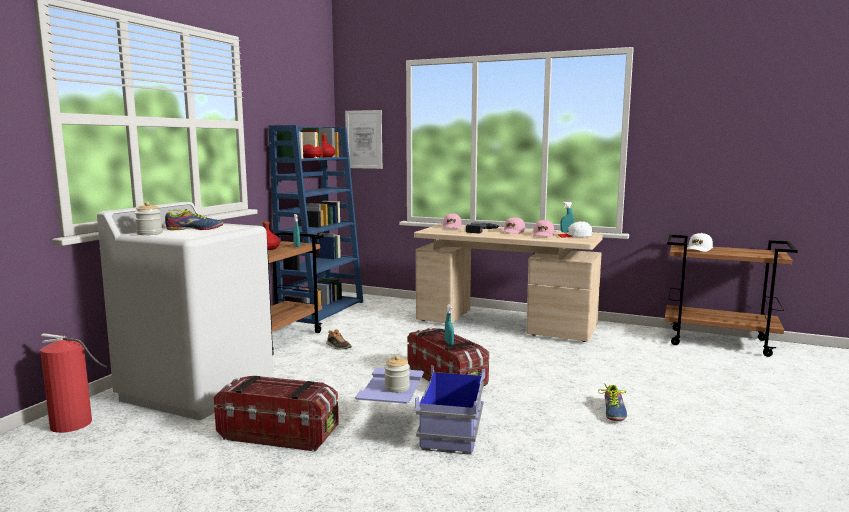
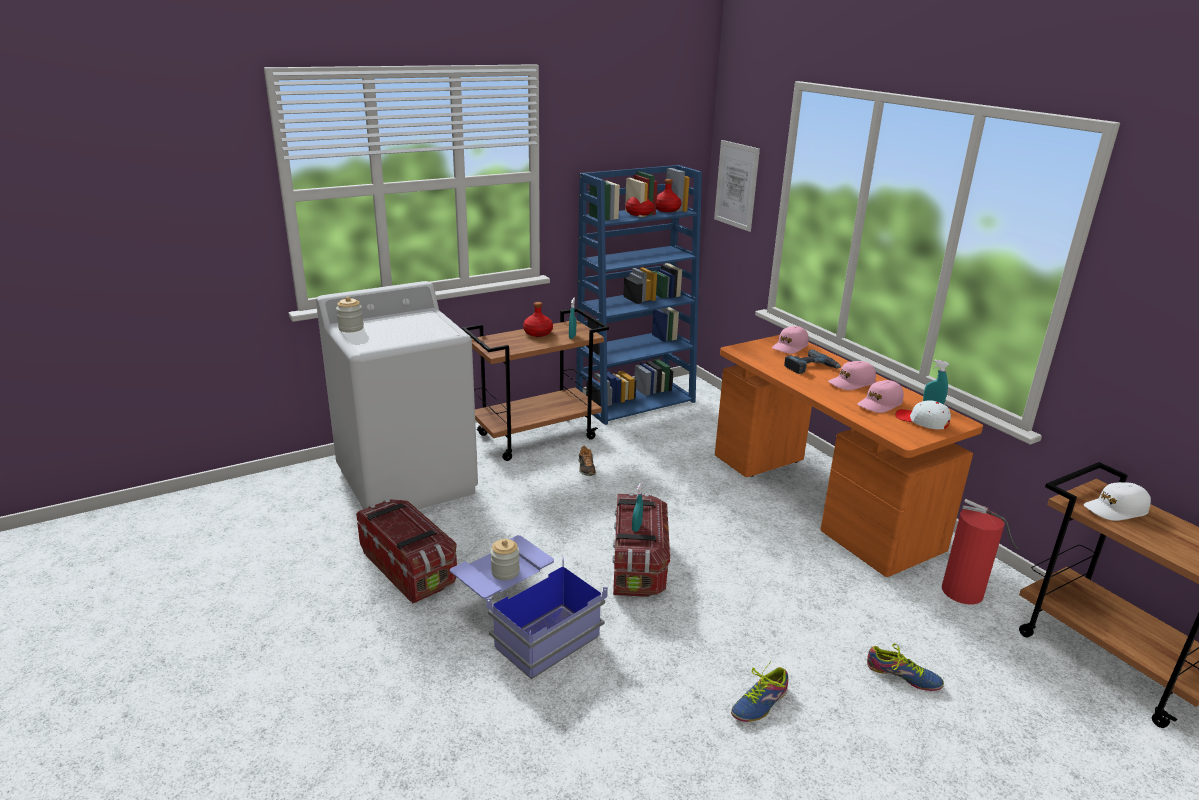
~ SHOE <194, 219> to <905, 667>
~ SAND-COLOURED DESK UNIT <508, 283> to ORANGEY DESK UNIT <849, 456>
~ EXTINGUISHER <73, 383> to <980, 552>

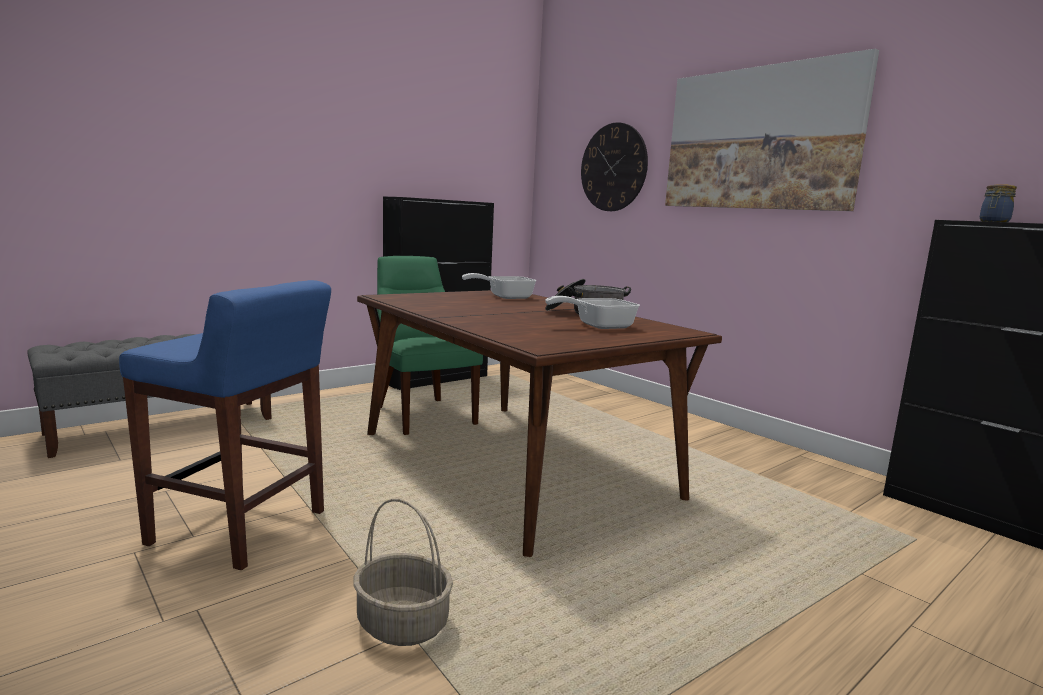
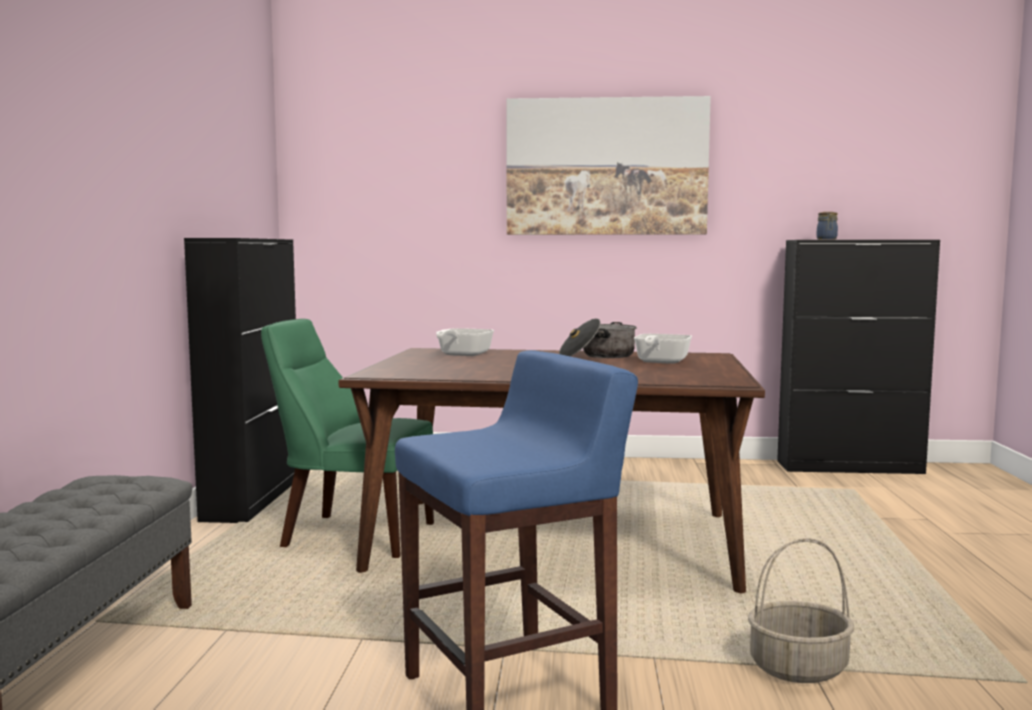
- WALL CLOCK <614, 166>

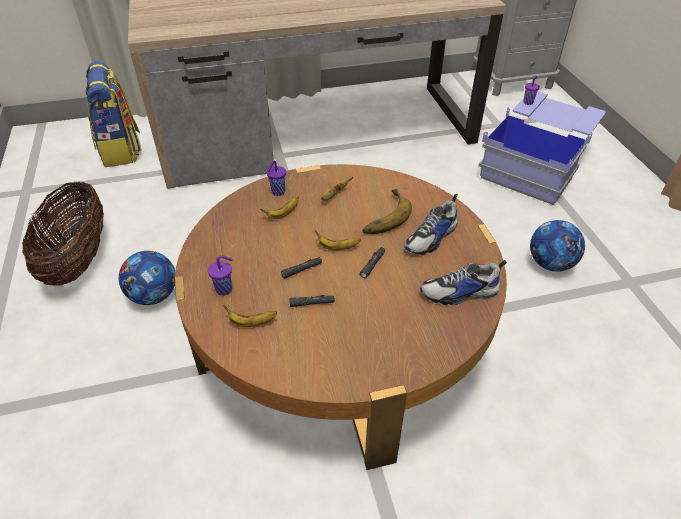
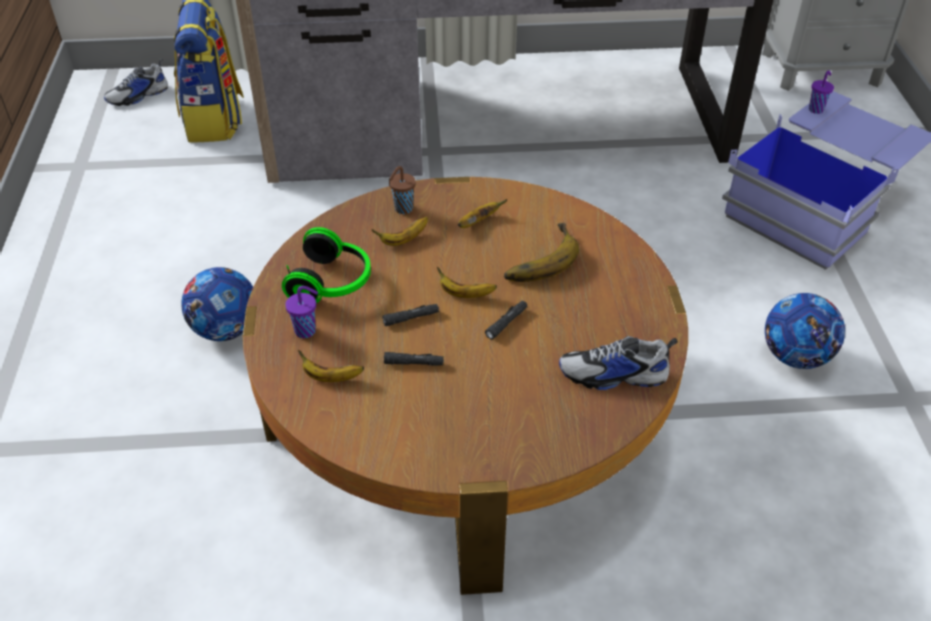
~ PURPLE SMALL CUP <276, 178> to BROWN-COLOURED SMALL CUP <402, 190>
- HOUSEHOLD BASKET <63, 233>
~ SHOE <431, 224> to <136, 82>
+ HEADPHONES <326, 265>

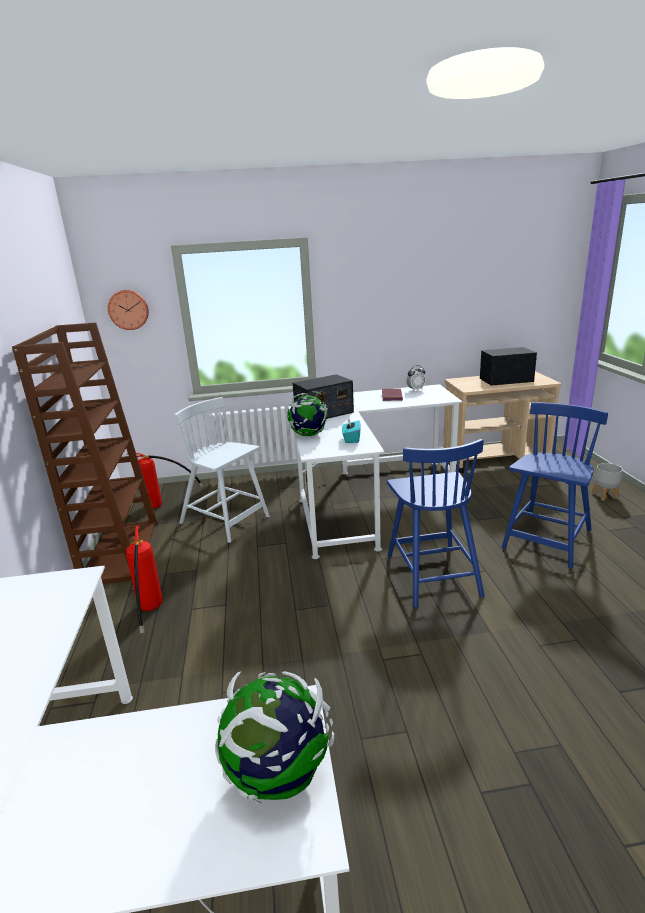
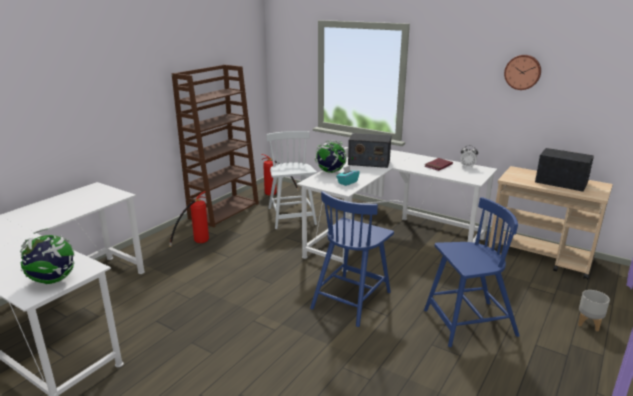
~ WALL CLOCK <128, 310> to <522, 72>

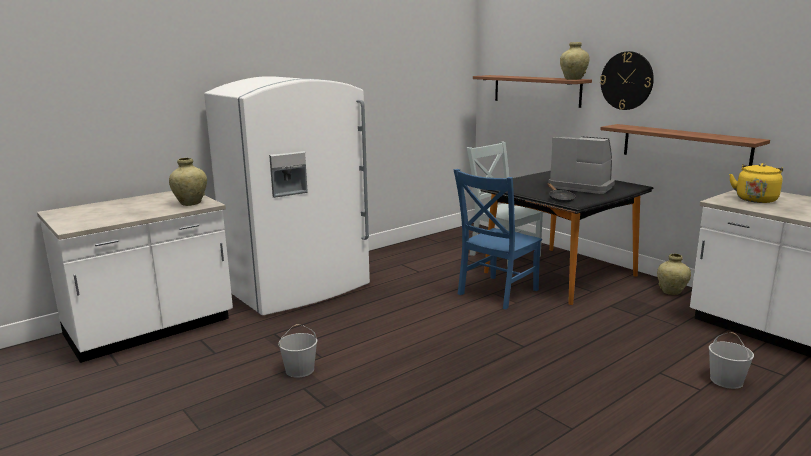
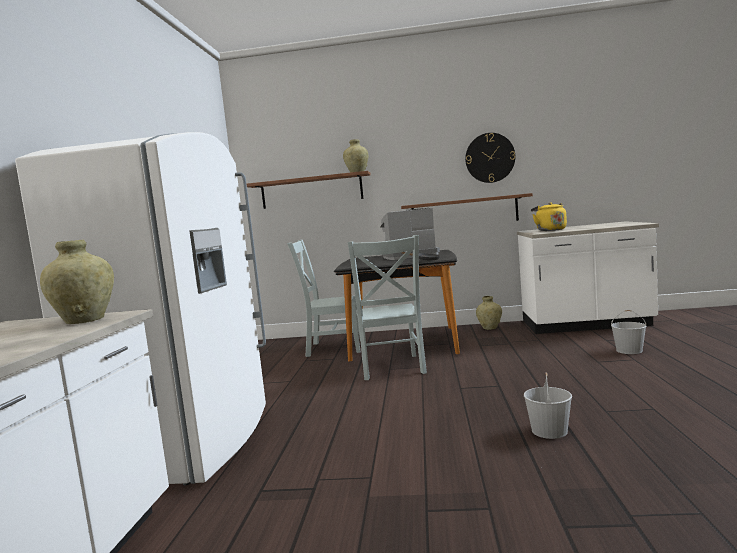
~ WALL CLOCK <627, 80> to <490, 158>
~ BLUE PLAIN CHAIR <497, 239> to GREYISH PLAIN CHAIR <387, 307>
~ WHITE-COLOURED PAIL <297, 351> to <548, 406>

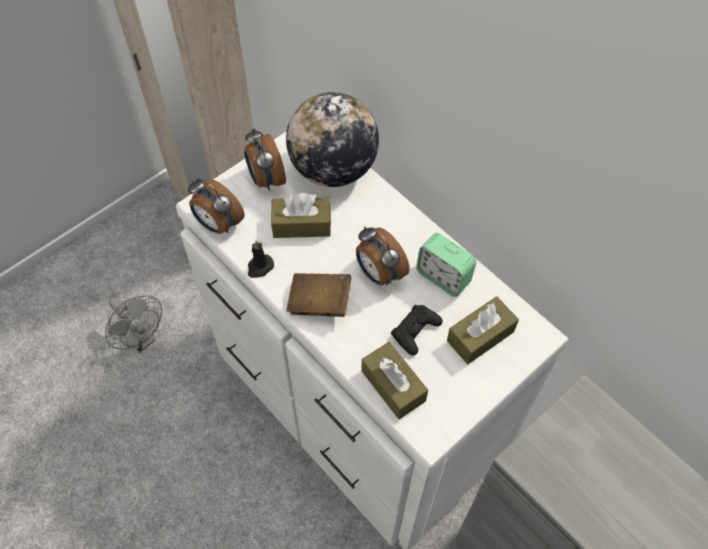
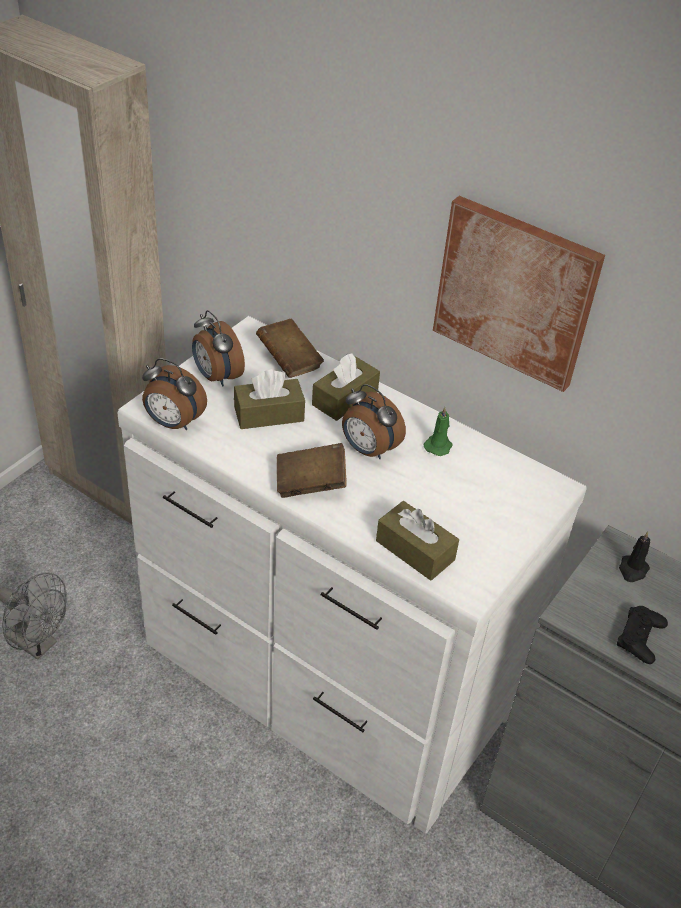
~ DESK GLOBE <332, 139> to BROWN-COLOURED BOUND BOOK <290, 348>
~ TABLE CLOCK <446, 265> to GREEN-COLOURED WAX LIGHT <438, 431>
~ BLACK-COLOURED WAX LIGHT <261, 259> to <634, 557>
~ BROWN-COLOURED BOX OF TISSUES <483, 330> to <346, 387>
~ BLACK-COLOURED GAMEPAD <417, 330> to <642, 635>
+ WALL ART <519, 294>

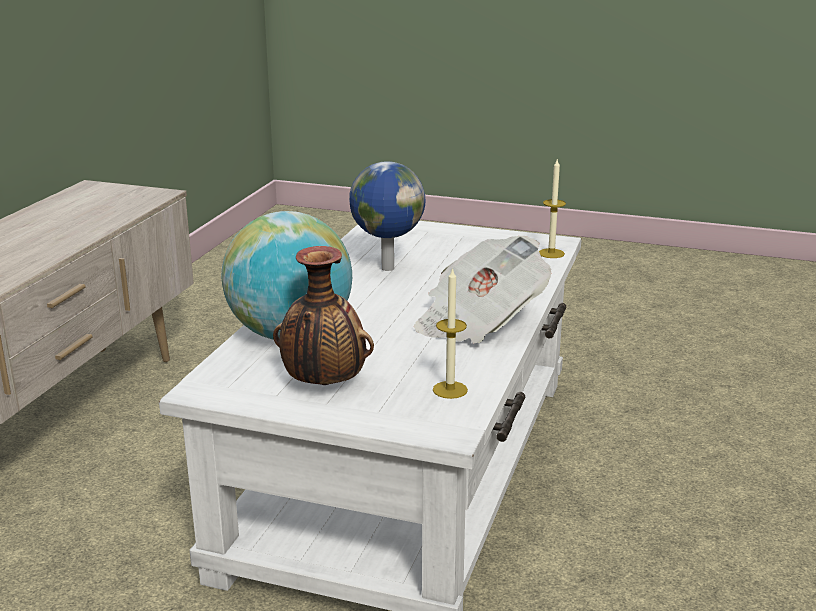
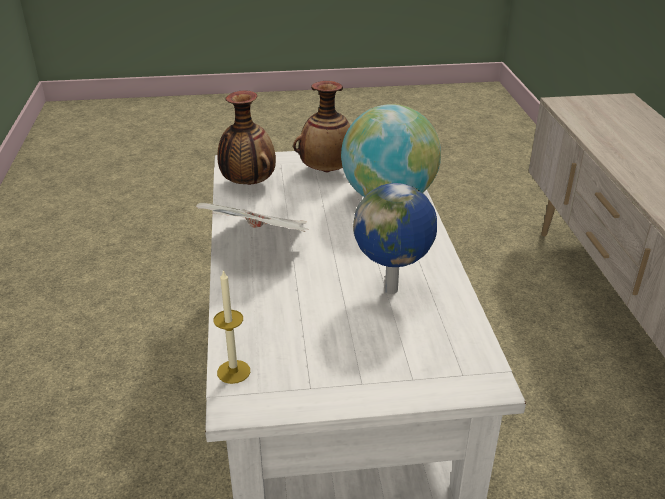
~ WAX LIGHT <450, 333> to VASE <247, 138>

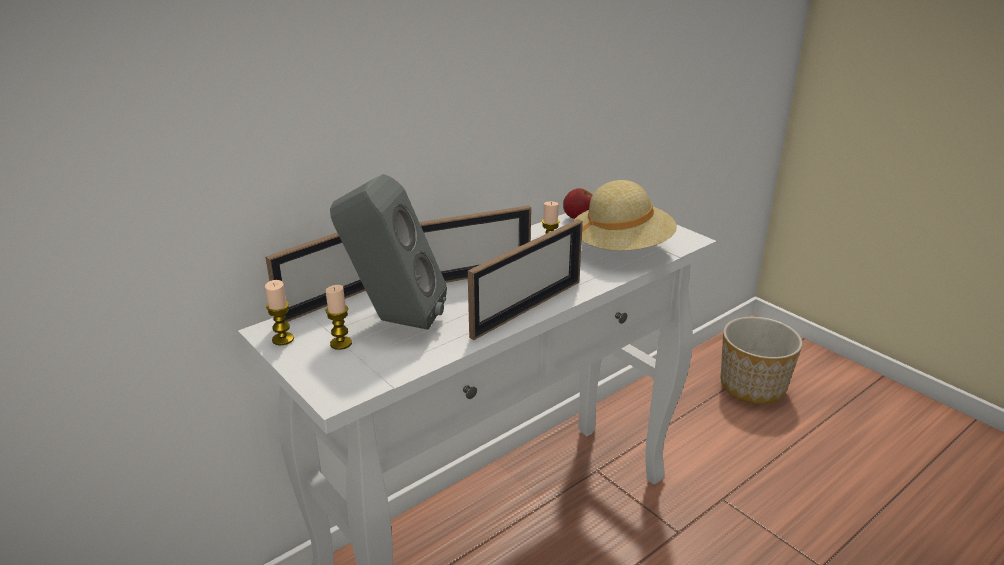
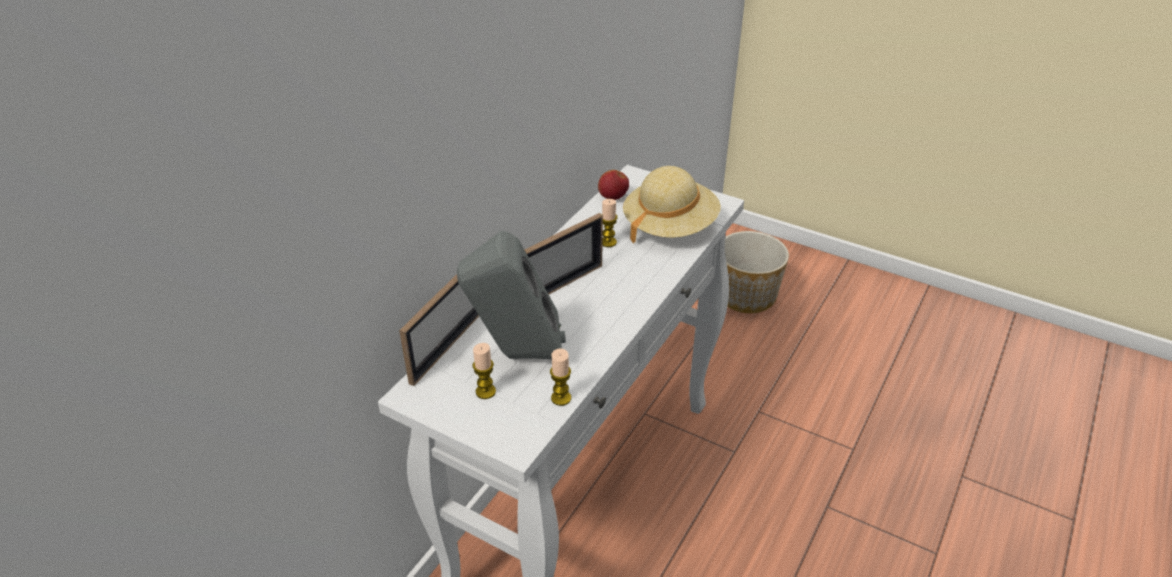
- STANDING FRAME <525, 279>
~ WAX LIGHT <279, 312> to <560, 377>

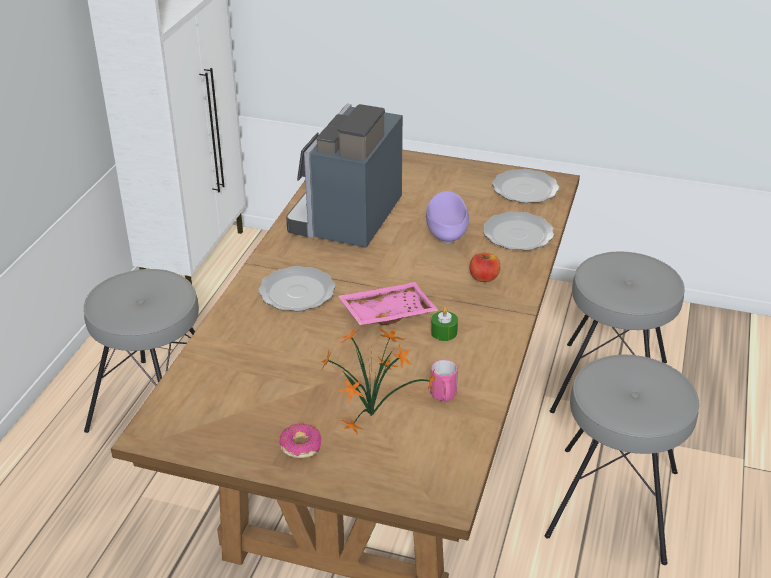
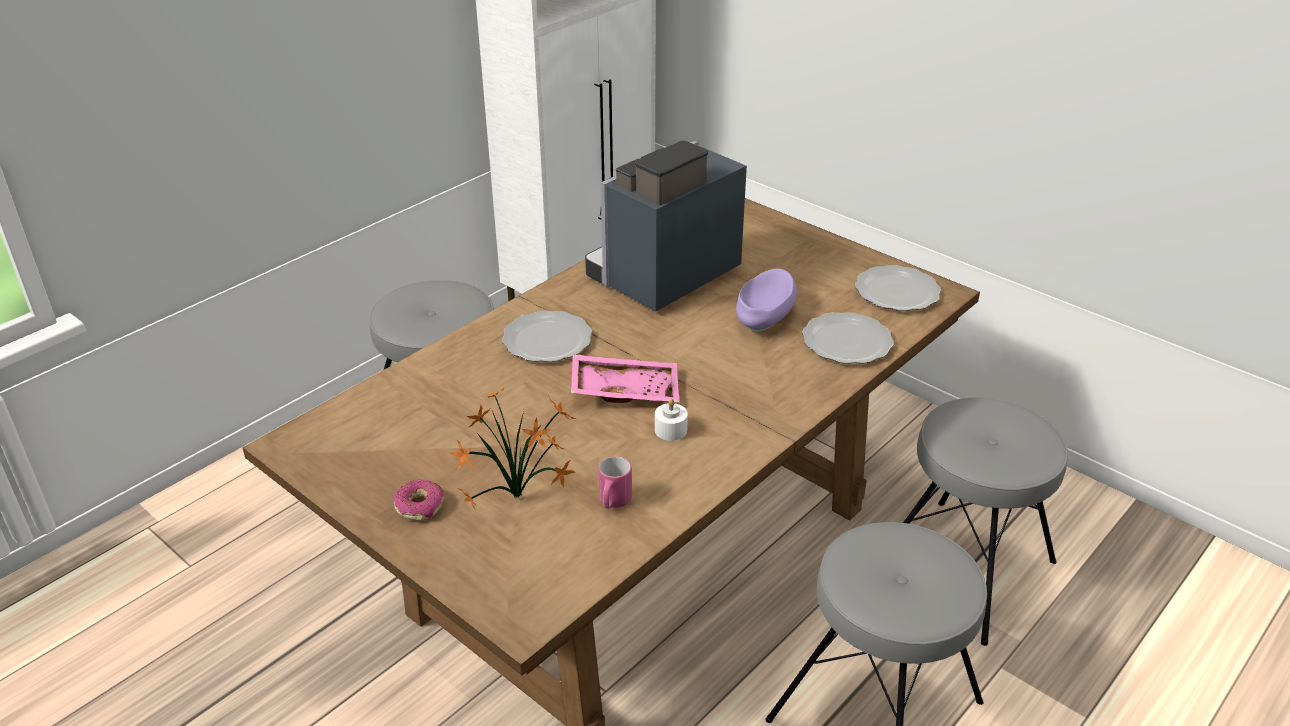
- WHOLE APPLE <484, 267>
~ GREEN-COLOURED WAX LIGHT <444, 324> to WHITE-COLOURED WAX LIGHT <671, 420>

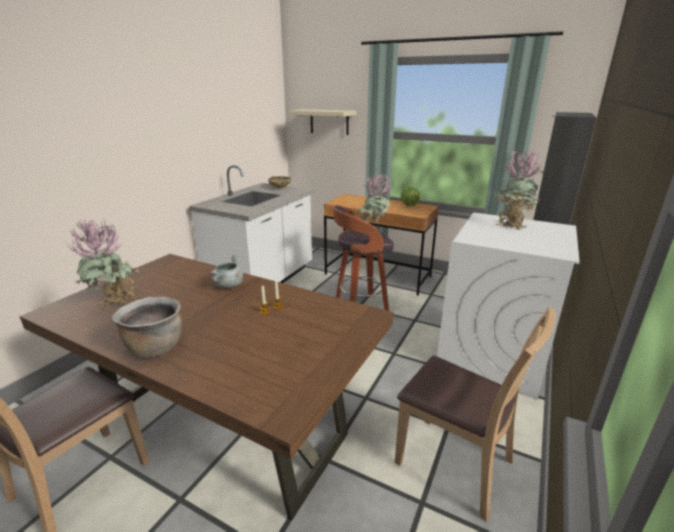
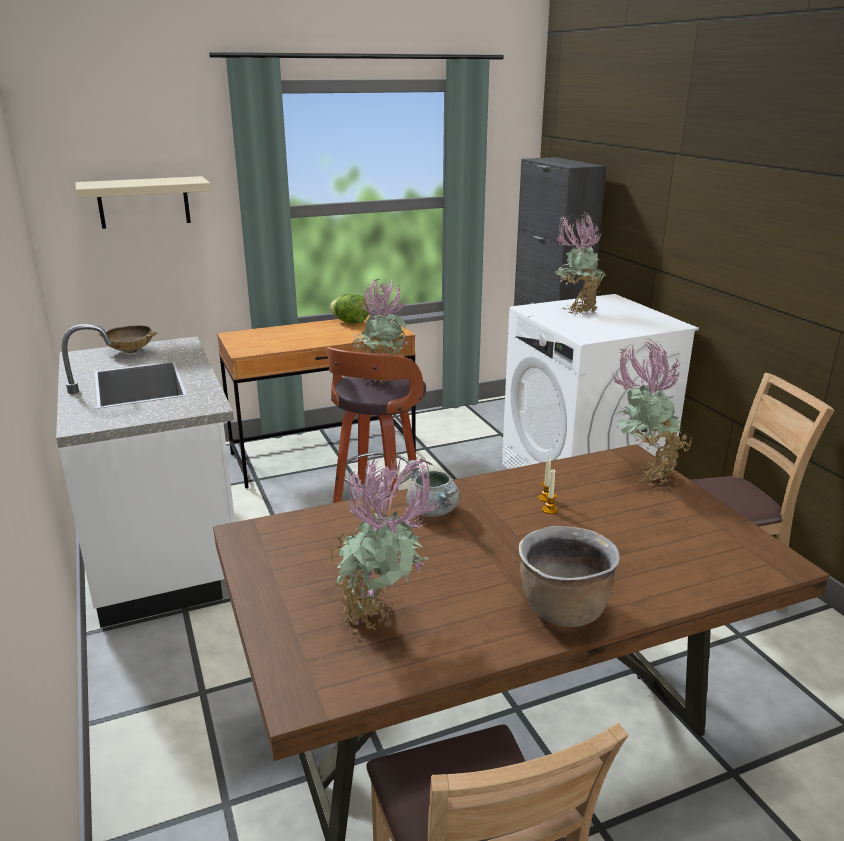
+ HOUSEPLANT <652, 412>

